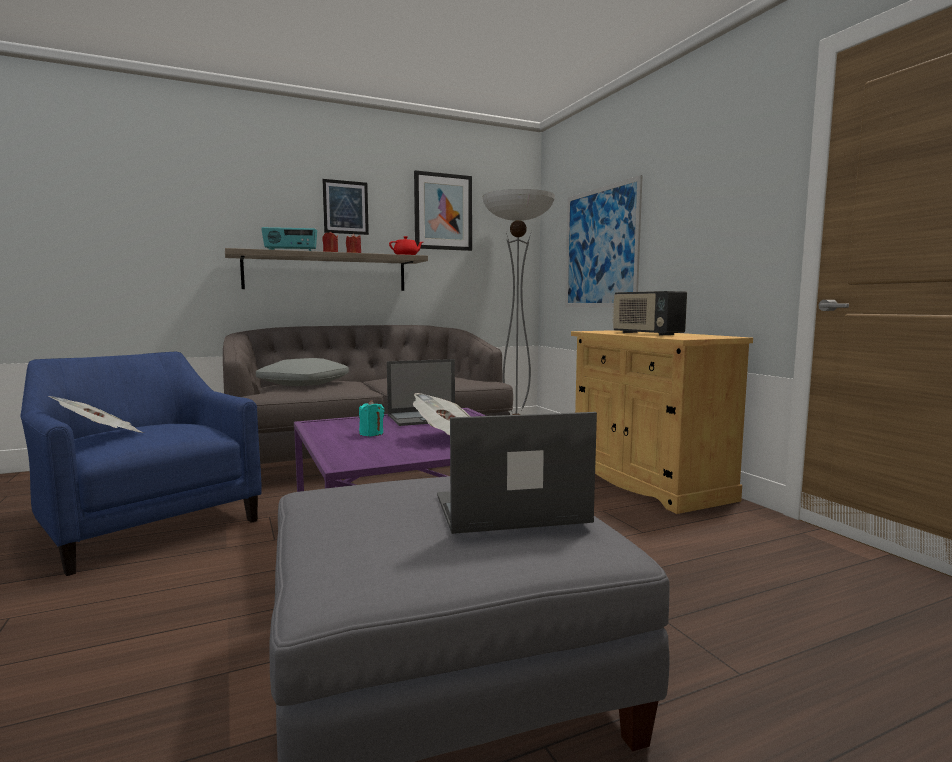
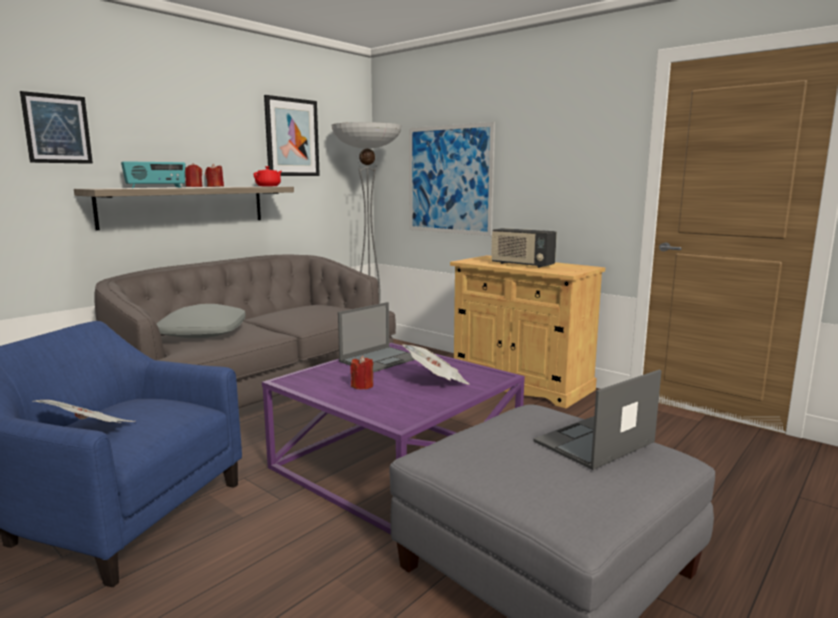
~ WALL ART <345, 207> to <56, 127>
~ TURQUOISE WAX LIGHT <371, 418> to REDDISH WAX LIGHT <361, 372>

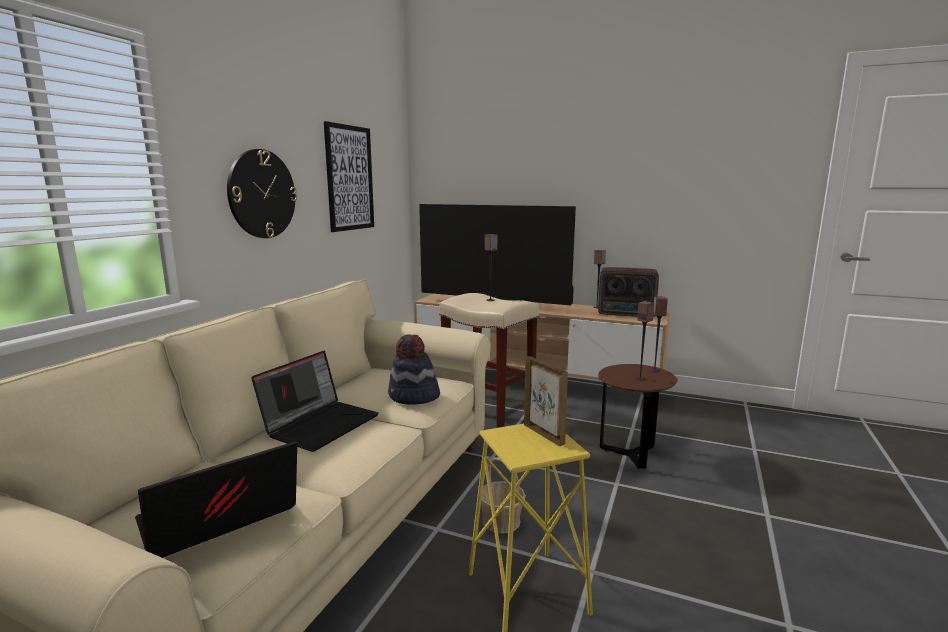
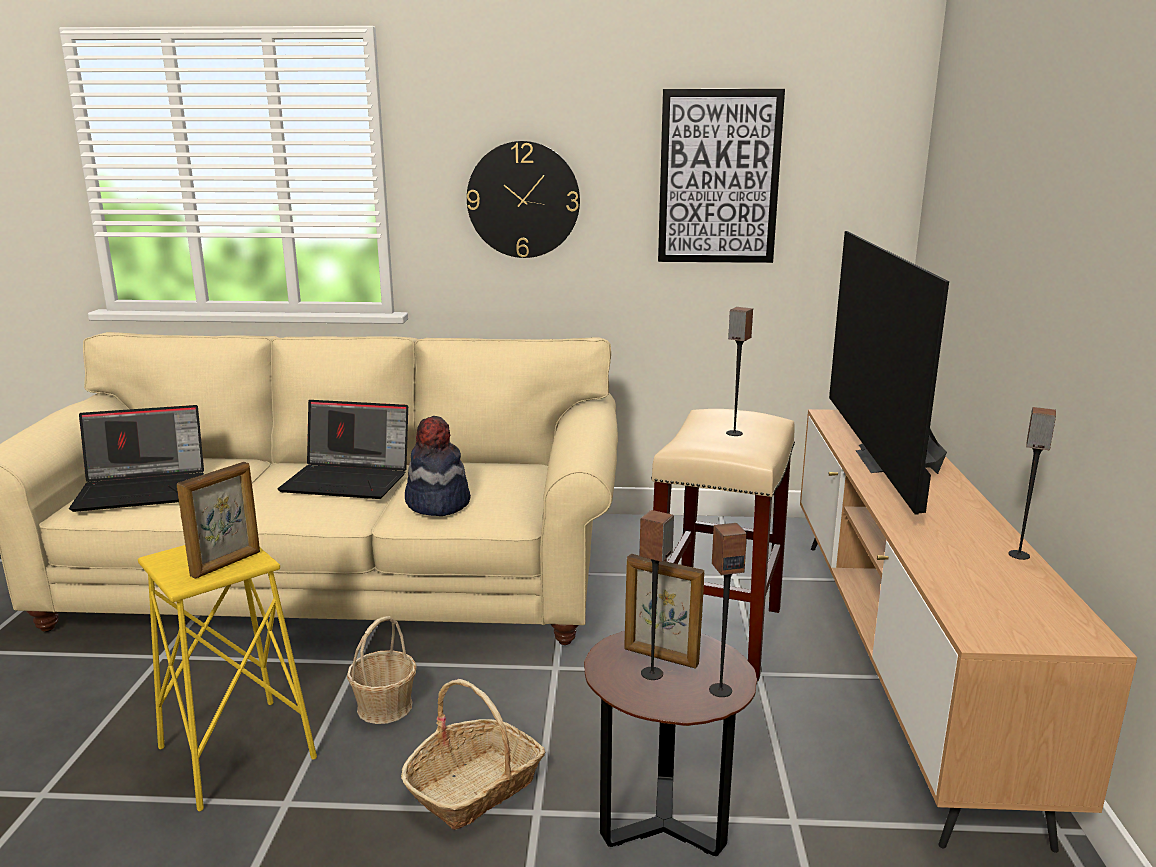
- RADIO SET <628, 292>
~ LAPTOP <216, 499> = <136, 458> 135 degrees clockwise
+ STANDING FRAME <664, 611>
+ HOUSEHOLD BASKET <473, 754>

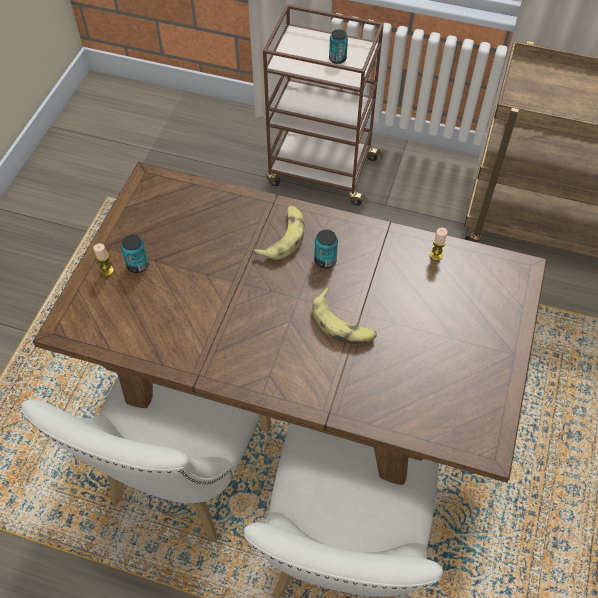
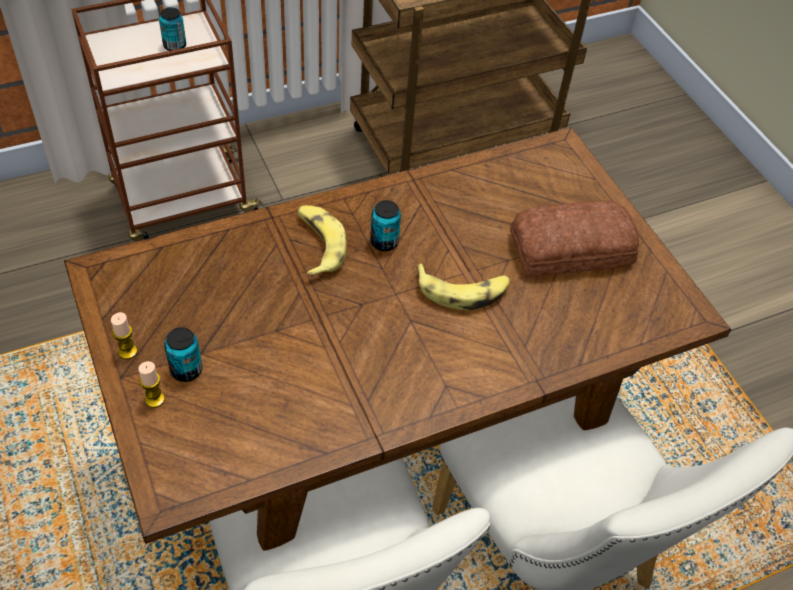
~ WAX LIGHT <439, 244> to <124, 335>
+ BAKERY BREAD <574, 238>

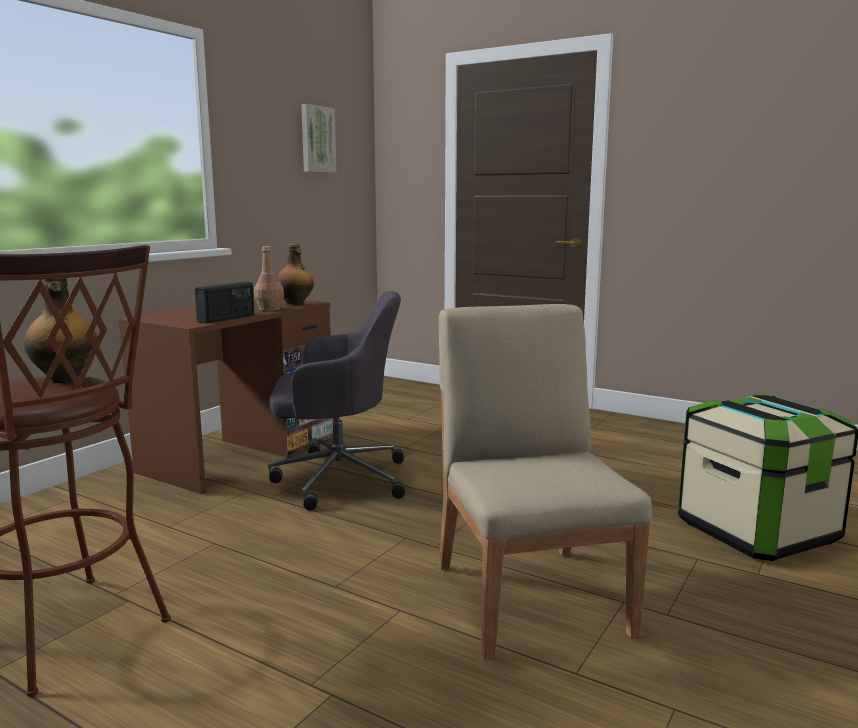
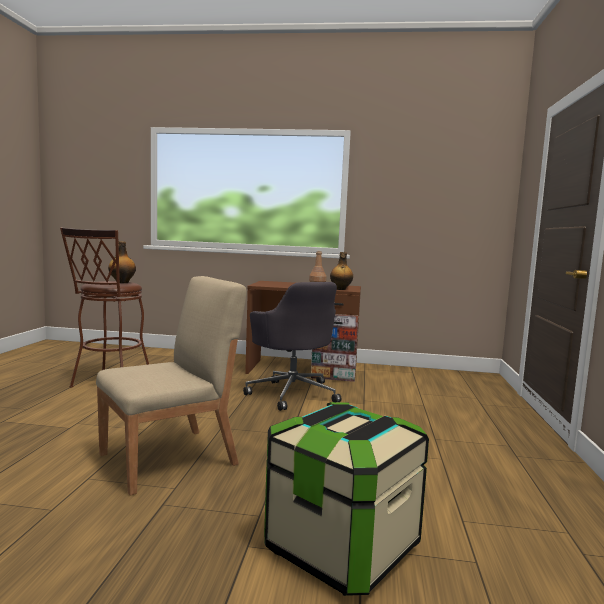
- WALL ART <318, 138>
- RADIO SET <225, 303>

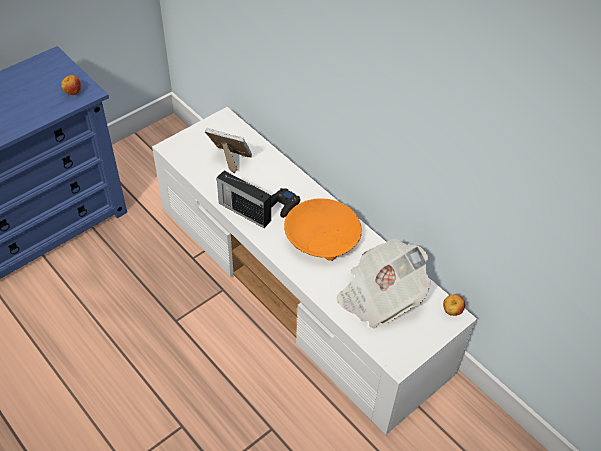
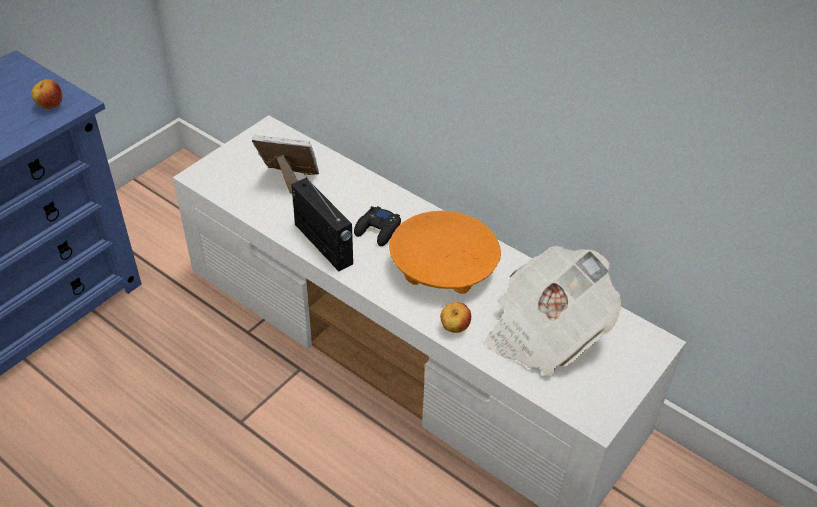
~ RADIO SET <243, 199> = <322, 222> 150 degrees counterclockwise
~ WHOLE APPLE <454, 305> to <455, 317>

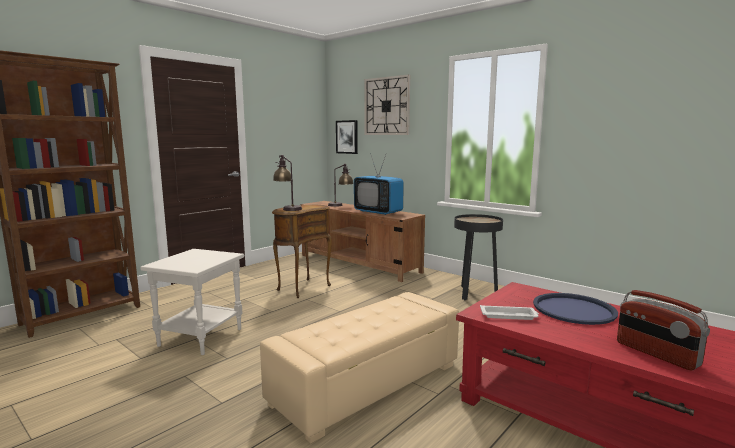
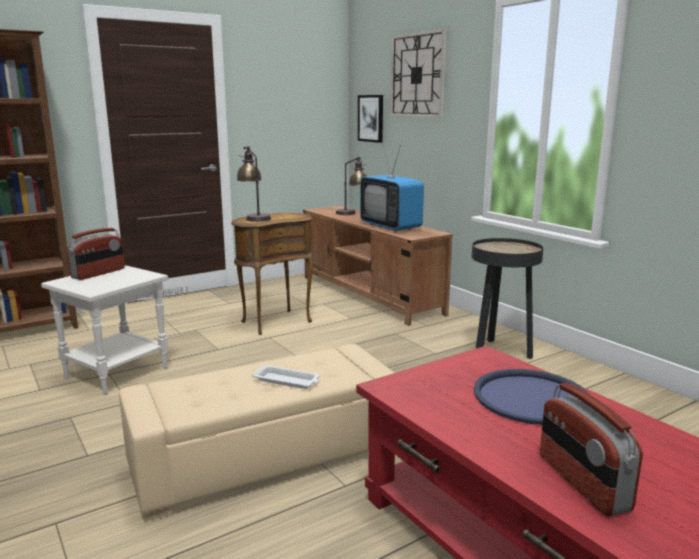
~ WHITE-COLOURED TRAY <509, 312> to <286, 376>
+ RADIO SET <96, 254>

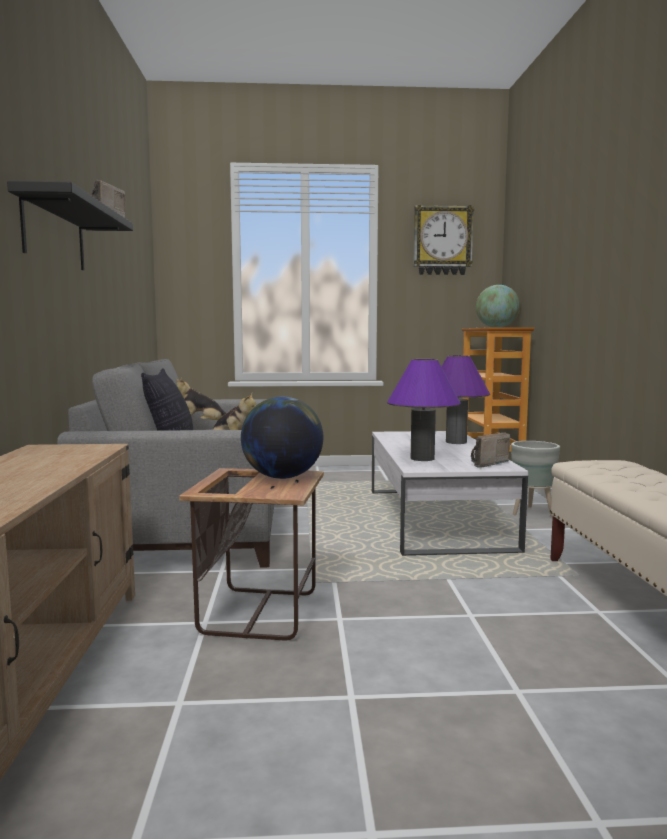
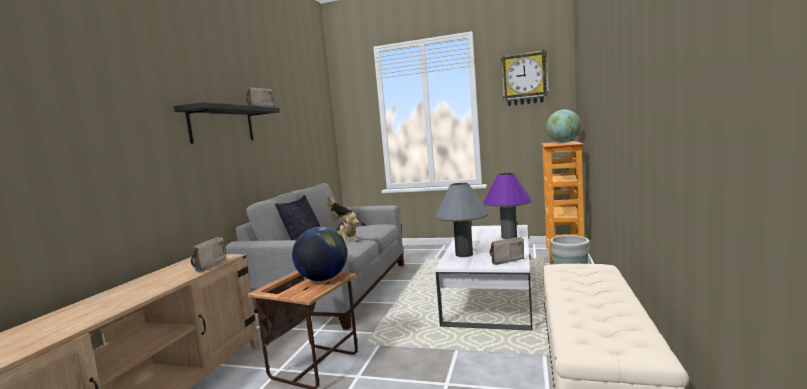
~ PURPLE TABLE LAMP <424, 410> to GREYISH TABLE LAMP <461, 220>
+ RADIO SET <208, 254>

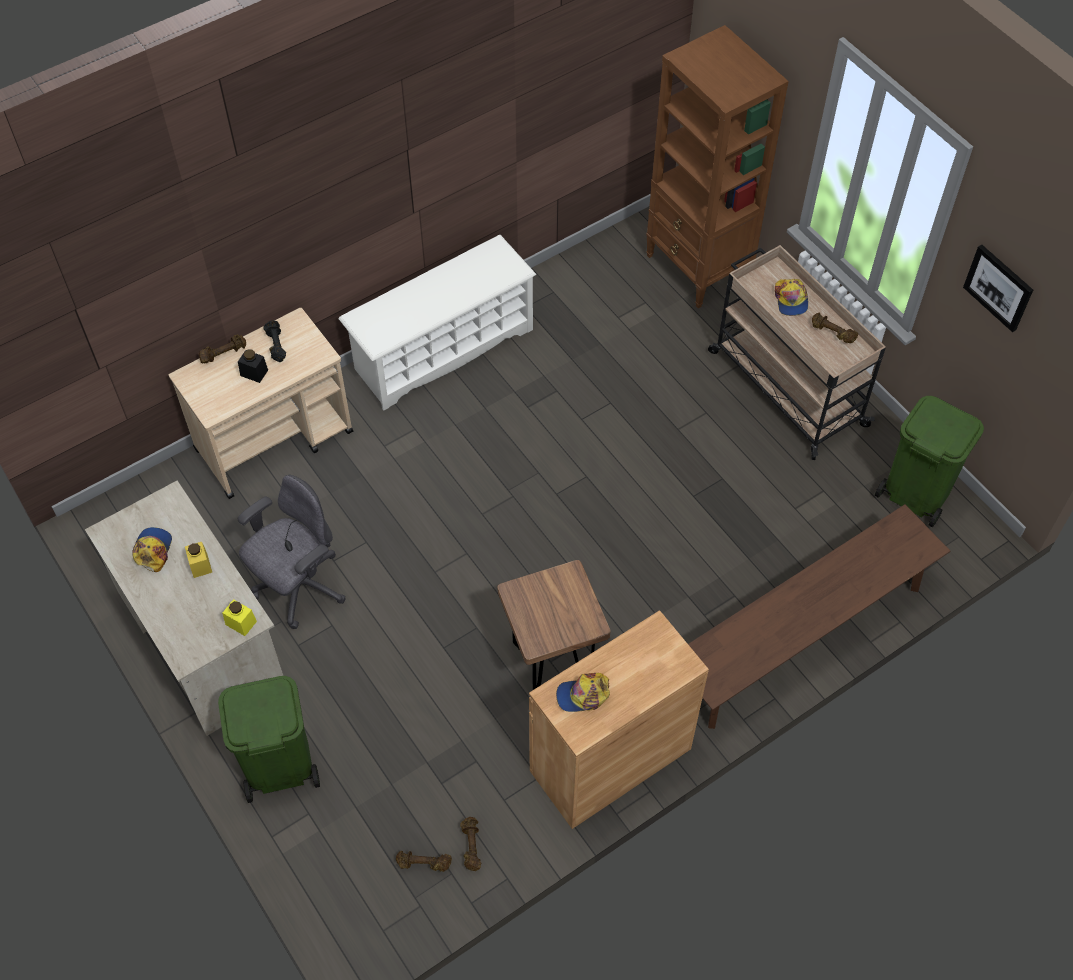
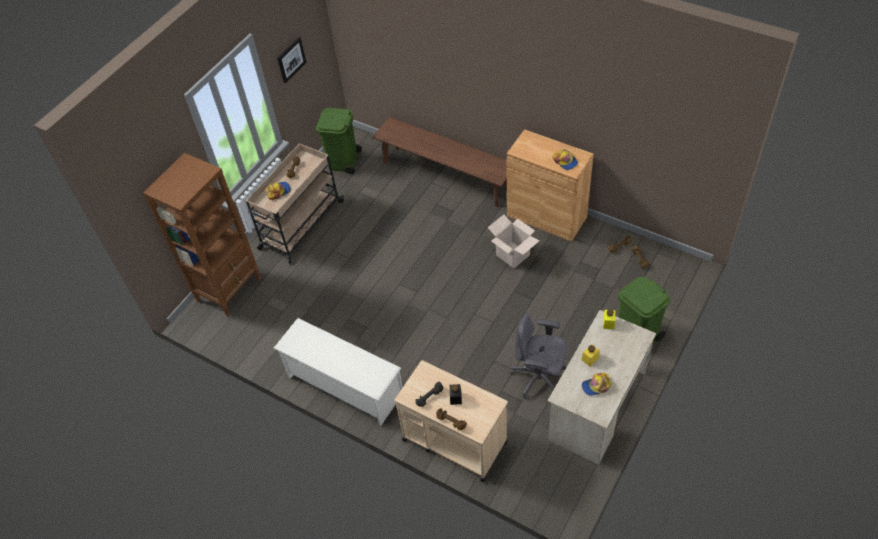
~ BROWN-COLOURED SITTING STOOL <554, 625> to CARDBOARD BOX <513, 241>

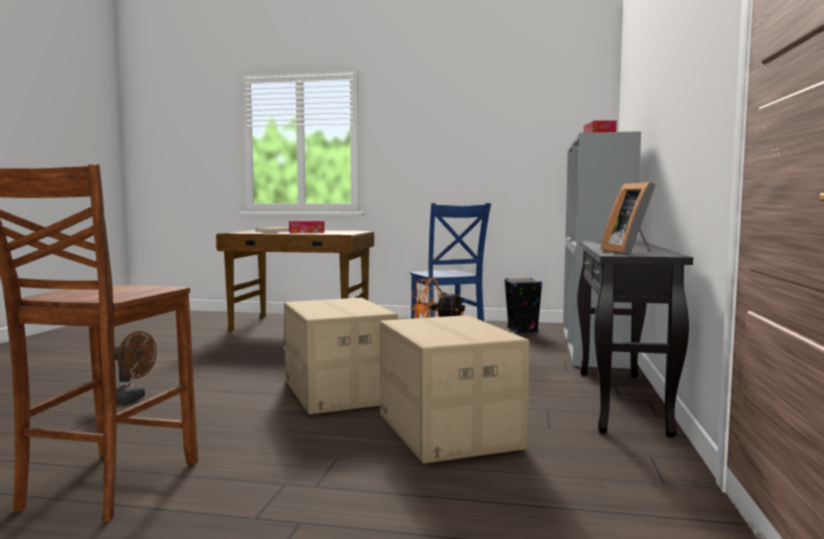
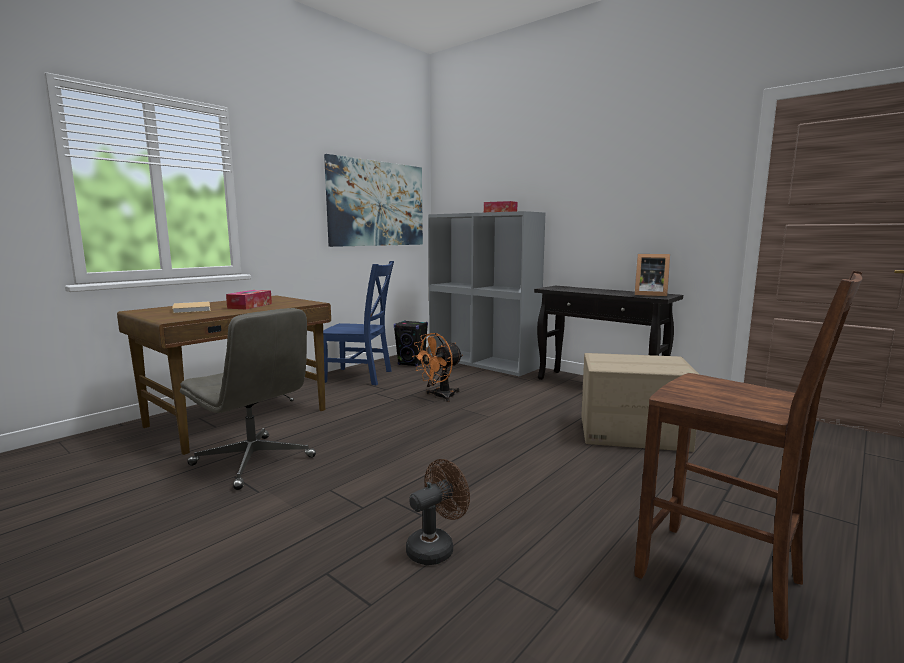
- CARDBOARD BOX <341, 356>
+ WALL ART <373, 200>
+ GREYISH OFFICE CHAIR <248, 399>

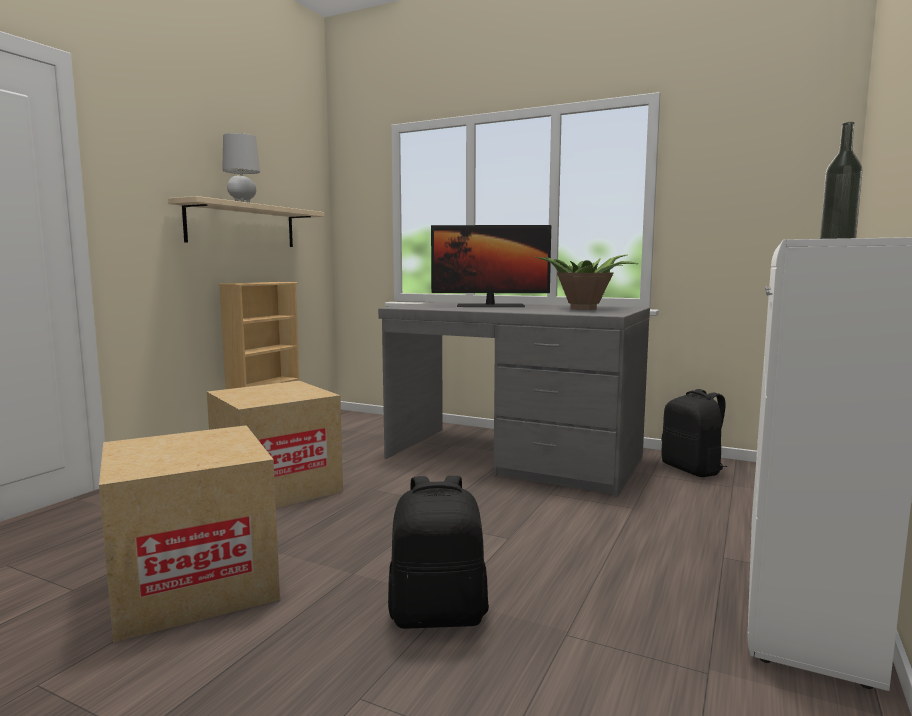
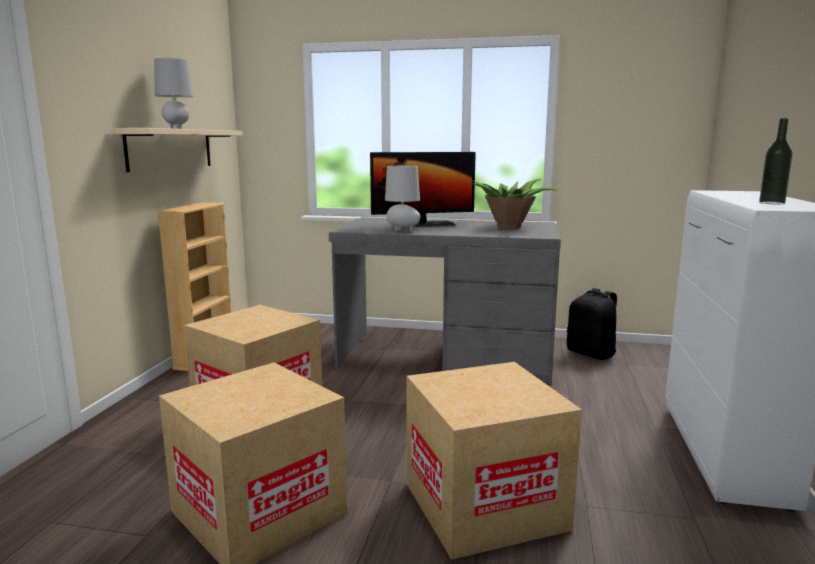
~ BLACK-COLOURED BACKPACK <438, 552> to CARDBOARD BOX <494, 461>
+ GREYISH TABLE LAMP <402, 198>

